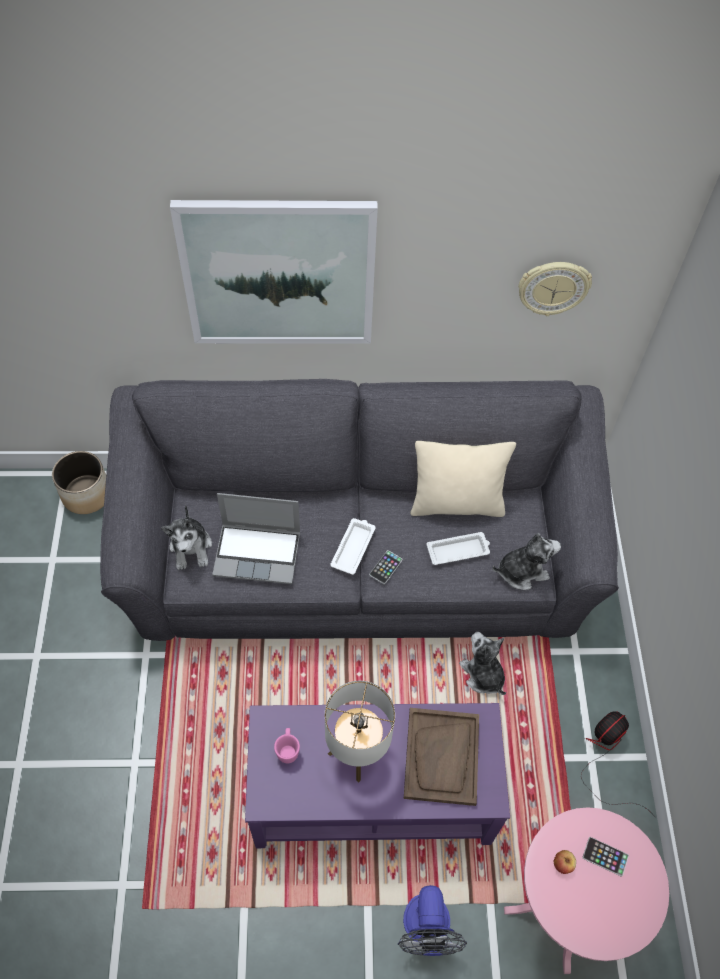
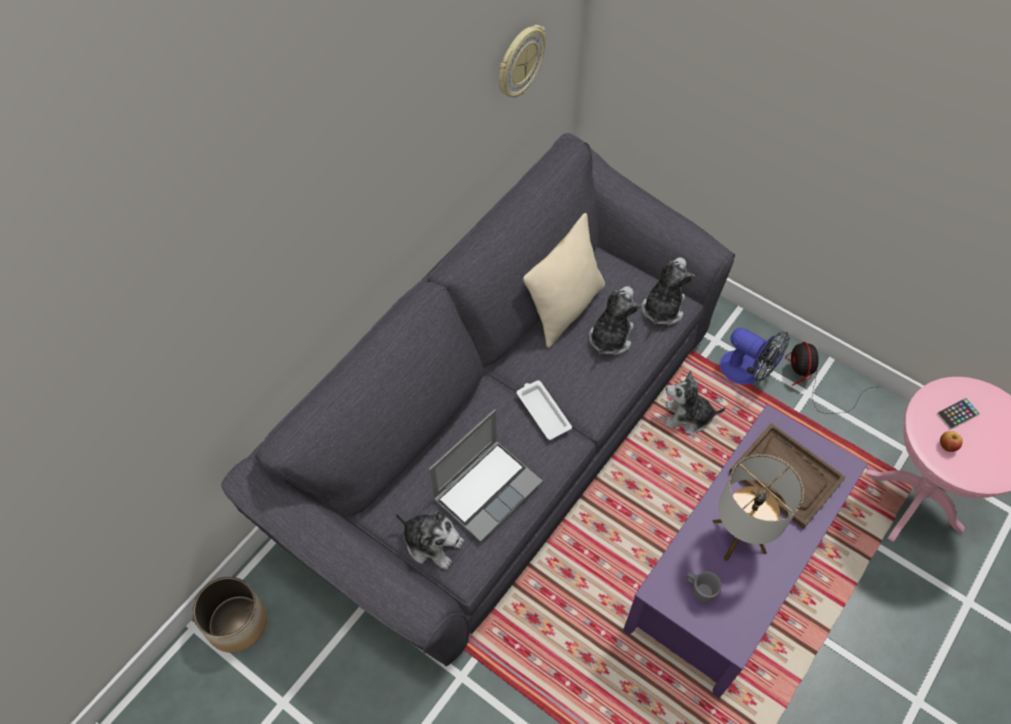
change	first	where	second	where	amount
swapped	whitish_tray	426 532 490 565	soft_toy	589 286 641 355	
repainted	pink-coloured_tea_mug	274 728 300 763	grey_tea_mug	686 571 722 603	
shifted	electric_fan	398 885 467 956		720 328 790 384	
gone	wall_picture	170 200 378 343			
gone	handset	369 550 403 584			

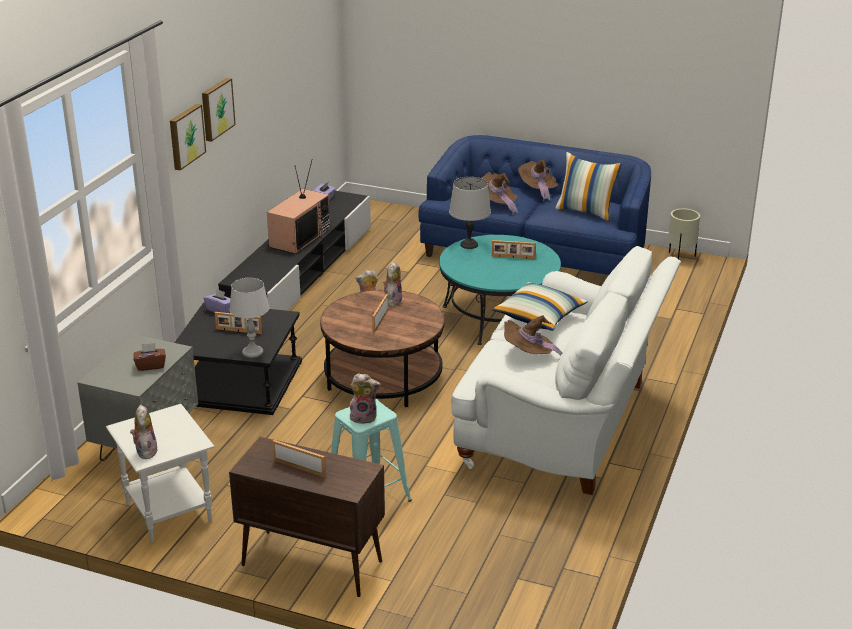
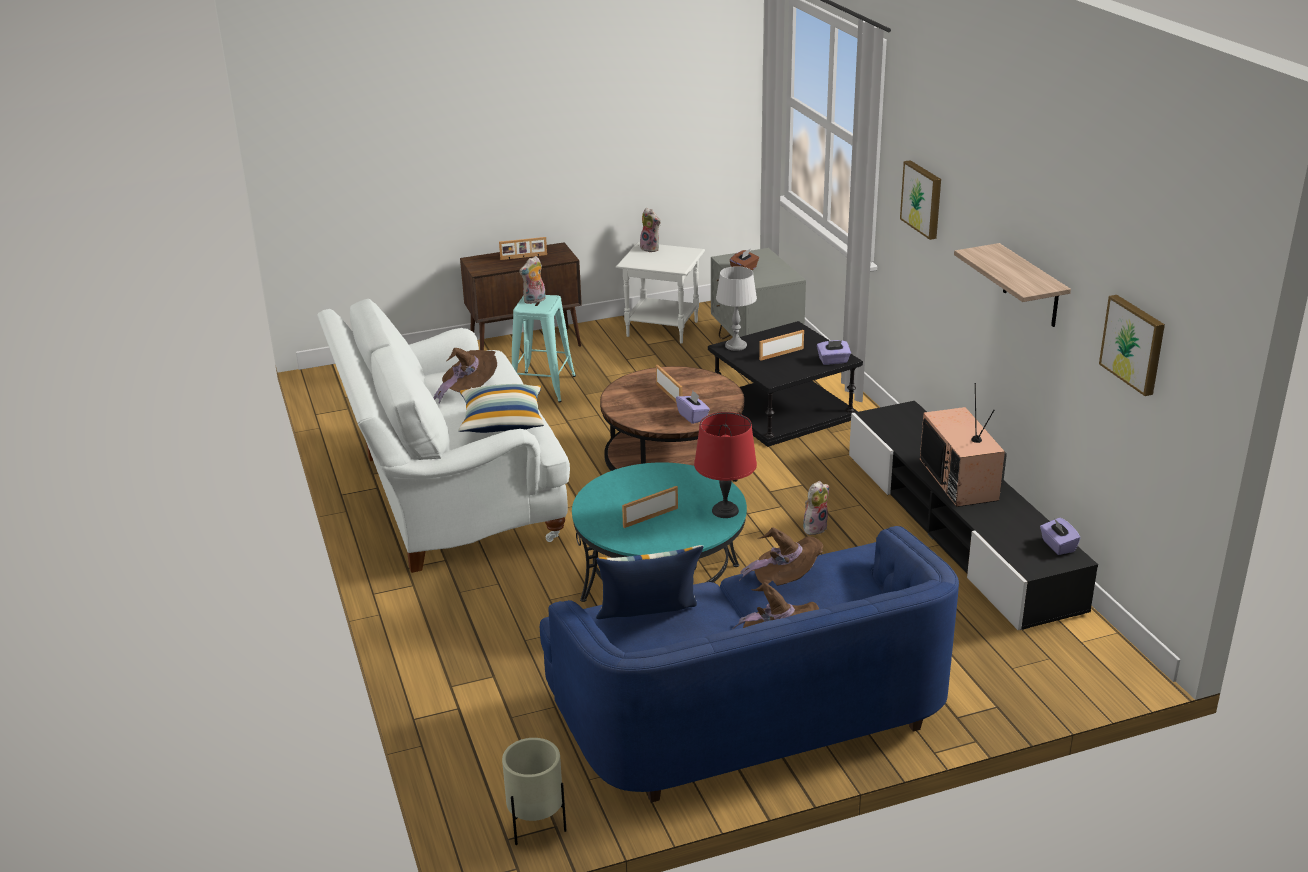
change	first	where	second	where	amount
swapped	soft_toy	383 261 403 306	purplish_tissue_holder	676 391 710 424	
repainted	grey_table_lamp	449 177 491 249	reddish_table_lamp	694 412 757 518	
new			shelf	954 243 1071 327	
shifted	wall_picture	202 78 236 142		1099 295 1165 396	

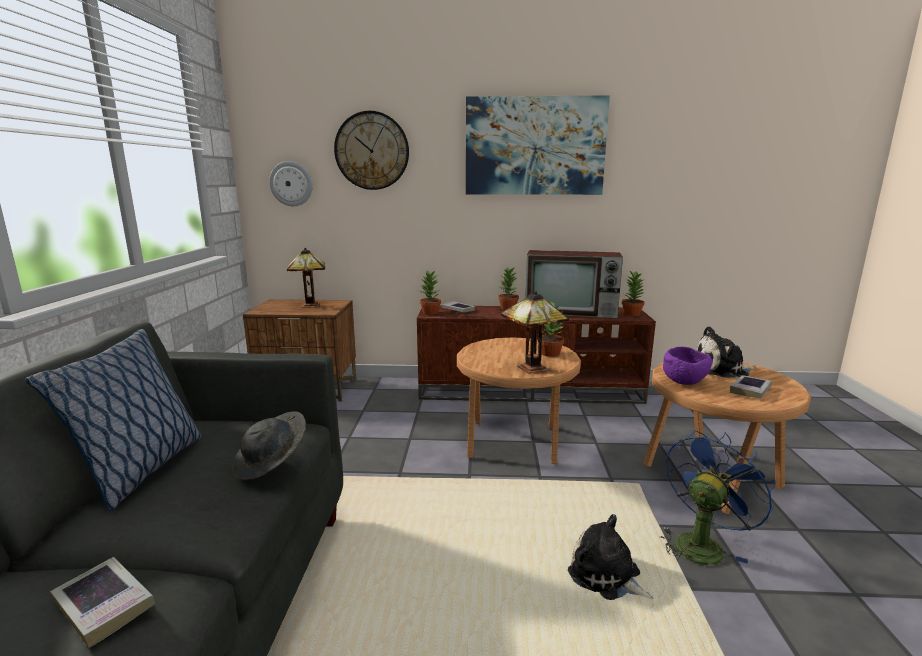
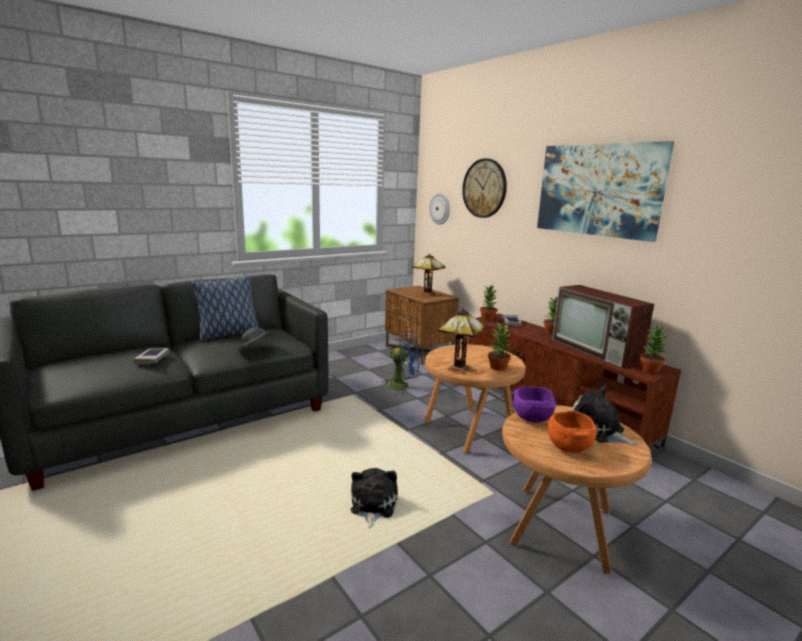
change	first	where	second	where	amount
shifted	bluish_electric_fan	661 430 776 565		382 330 420 394	
swapped	volume	730 375 772 398	orange_bowl	548 411 597 452	

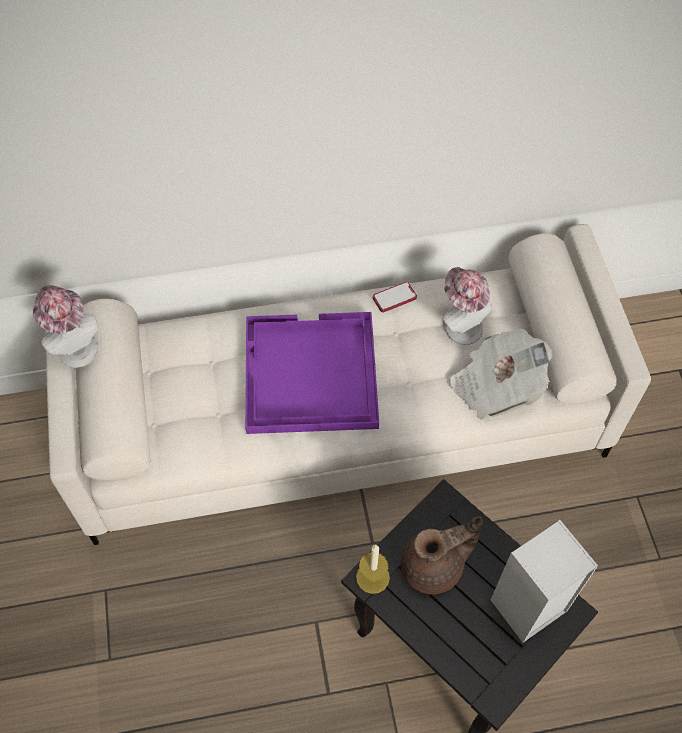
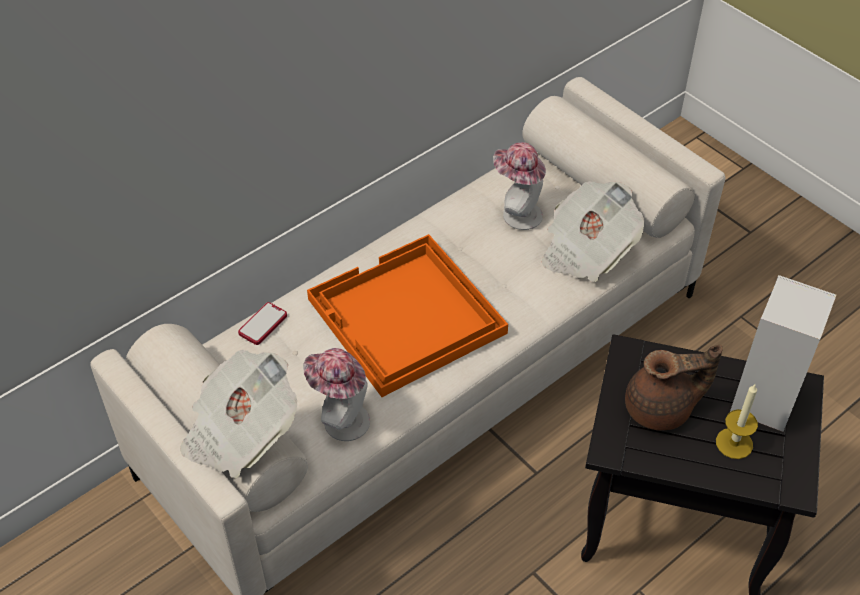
change	first	where	second	where	amount
new			printed_paper	180 349 297 478	
shifted	handset	373 281 417 313		238 302 287 345	
shifted	clothing_hat	33 285 98 368		303 348 370 441	
repainted	purplish_tray	245 312 379 434	orange_tray	307 234 508 397	
rotated	brown_teapot	401 516 483 595		625 345 723 430	45 degrees clockwise
shifted	wax_candle	356 545 390 594		716 384 758 459	

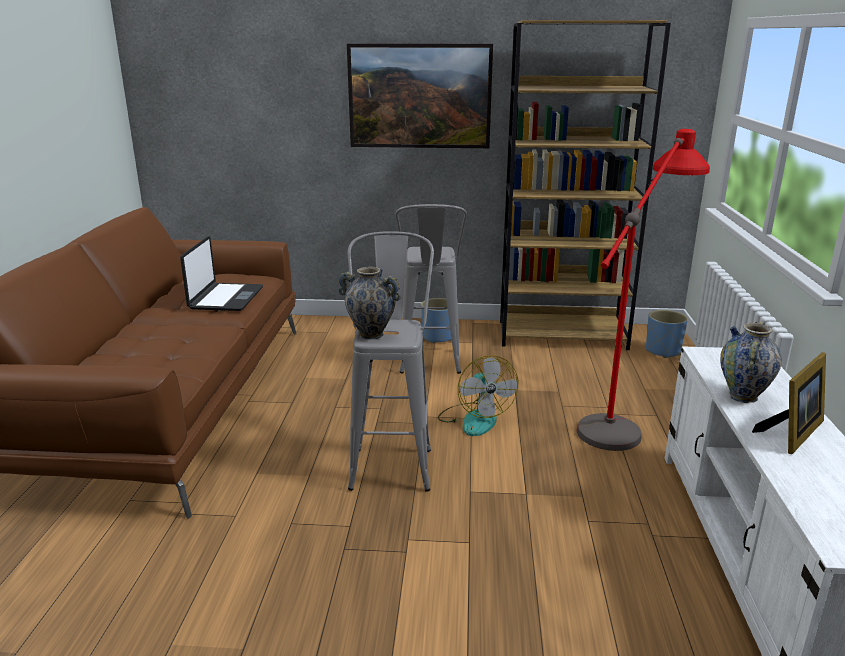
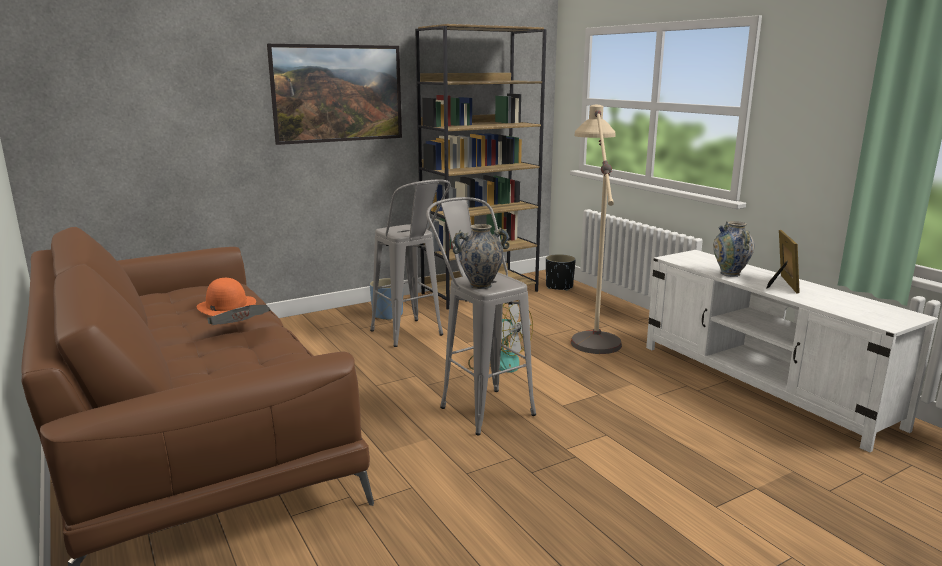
change	first	where	second	where	amount
swapped	laptop	180 236 263 311	orange_clothing_hat	196 278 256 316	
new			printed_paper	207 305 270 325	
repainted	bluish_flower_pot	646 310 688 358	black_flower_pot	546 254 576 291	
repainted	reddish_standing_lamp	577 129 710 451	beige-coloured_standing_lamp	571 105 622 354	

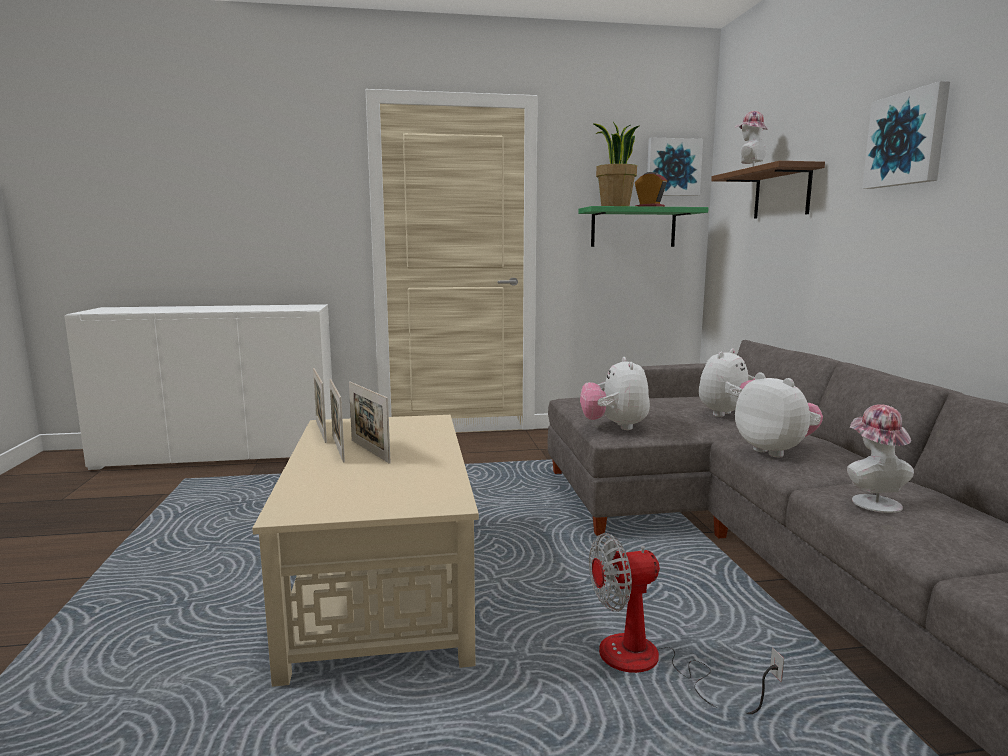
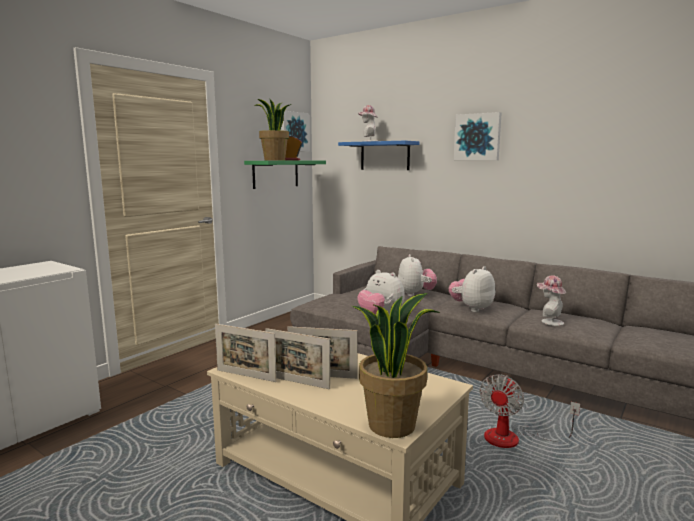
change	first	where	second	where	amount
repainted	brown_shelf	711 161 825 219	bluish_shelf	338 141 420 170	
new			potted_plant	352 293 440 438	
rotated	soft_toy	735 372 823 457		449 266 495 312	60 degrees counterclockwise

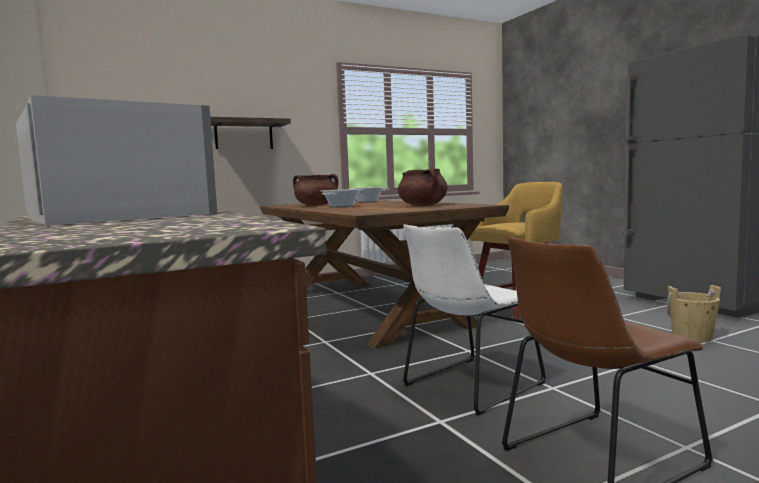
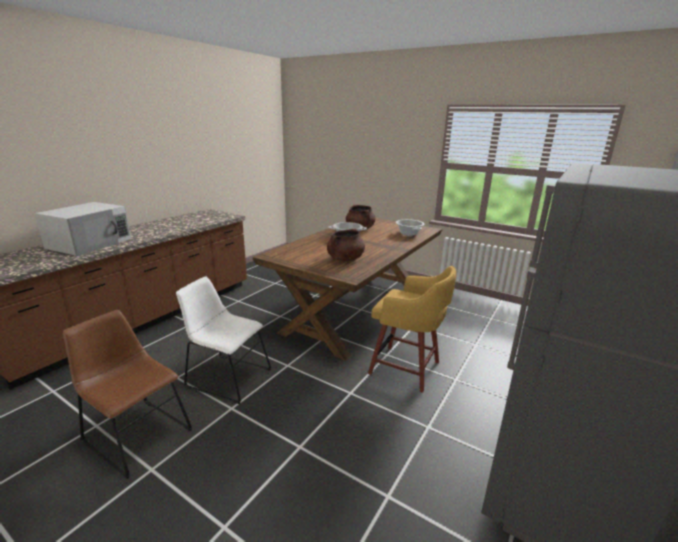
change	first	where	second	where	amount
gone	shelf	210 117 291 149			
gone	beige-coloured_water_bucket	667 285 721 343			

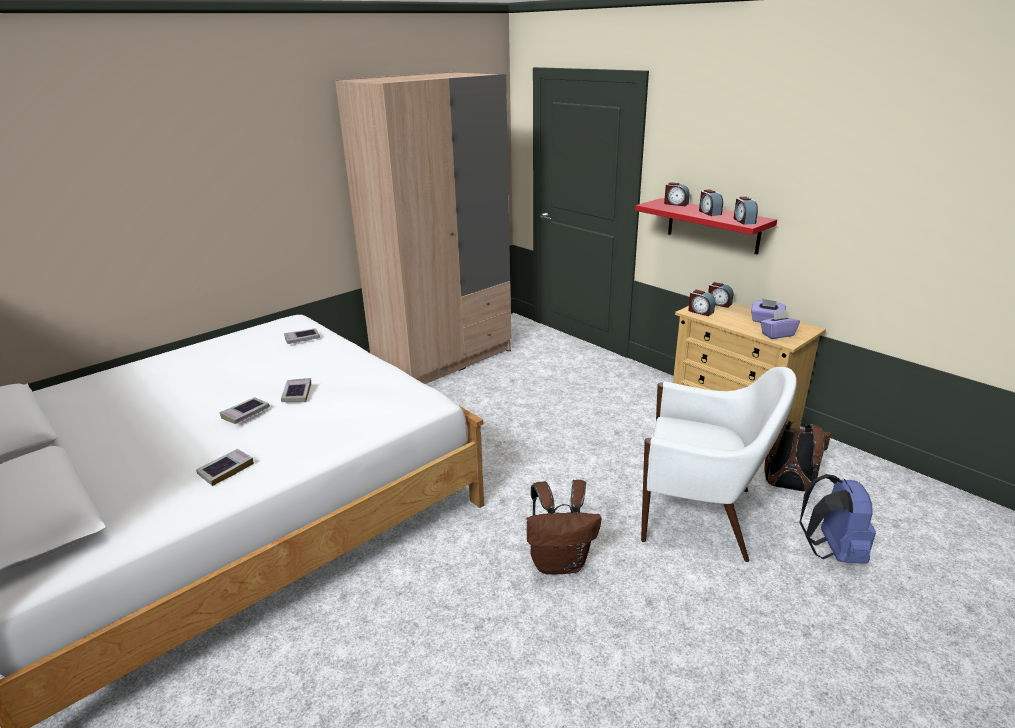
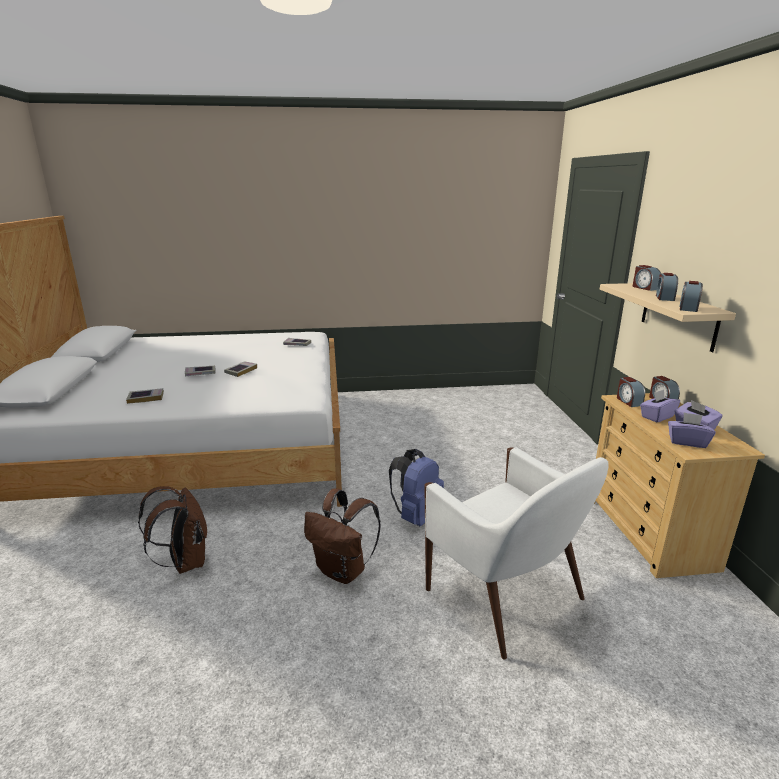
change	first	where	second	where	amount
shifted	brown_knapsack	764 420 831 492		138 486 207 574	
shifted	bluish_knapsack	800 474 876 564		389 449 444 526	
repainted	reddish_shelf	635 198 777 254	beige-coloured_shelf	600 283 736 352	
new			purplish_tissue_holder	640 390 680 423	
gone	beige-coloured_armoire	335 72 511 384			

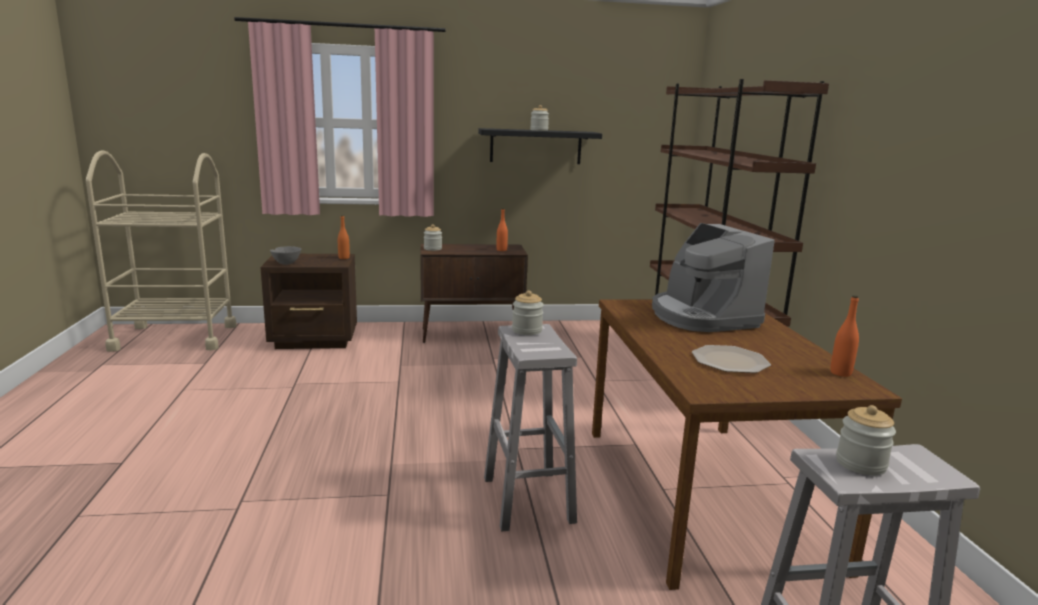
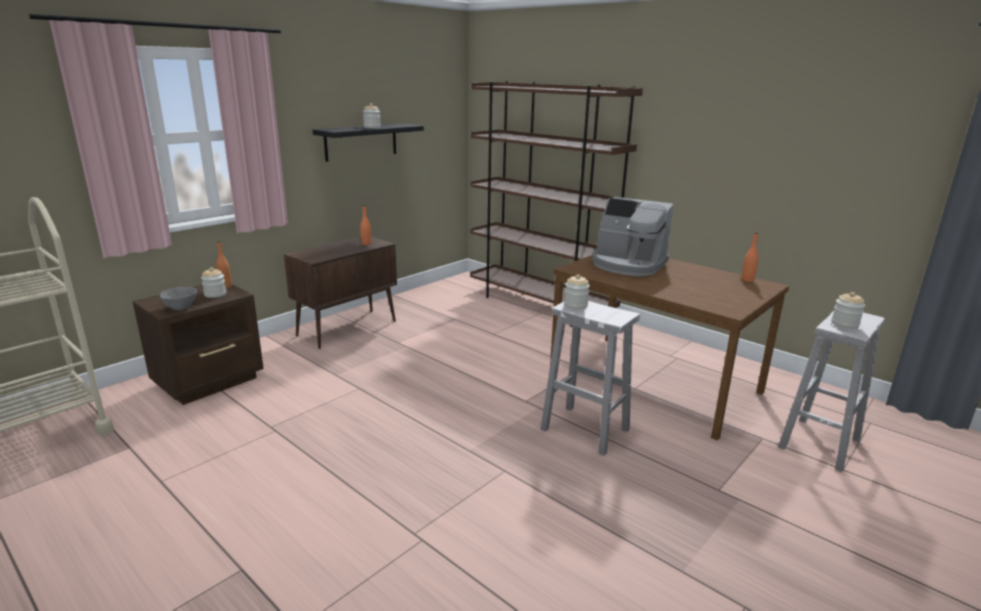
change	first	where	second	where	amount
shifted	preserve_jar	424 224 442 251		201 267 226 298	
gone	plate	692 345 771 373			

